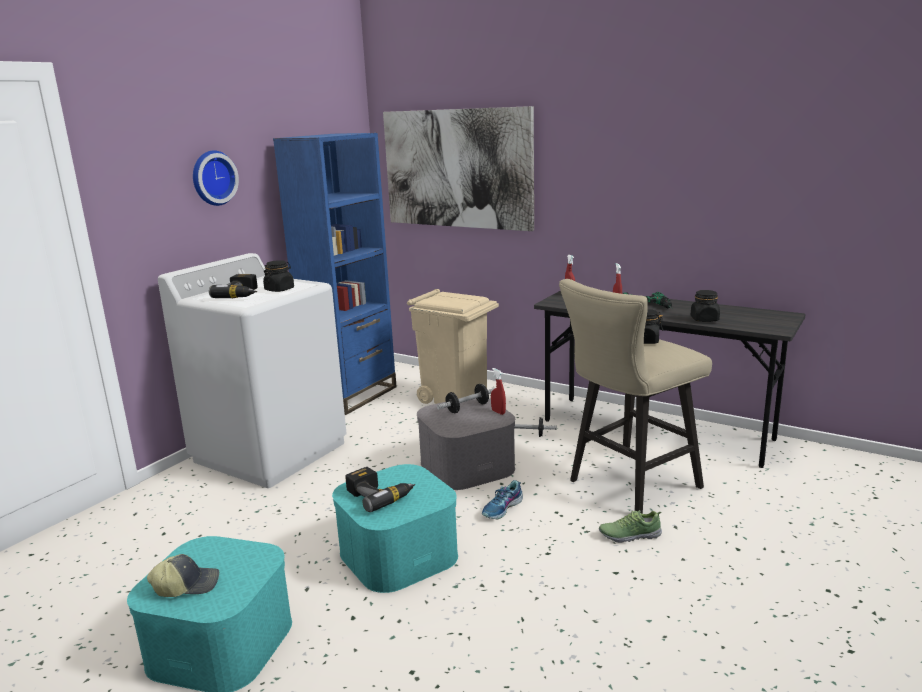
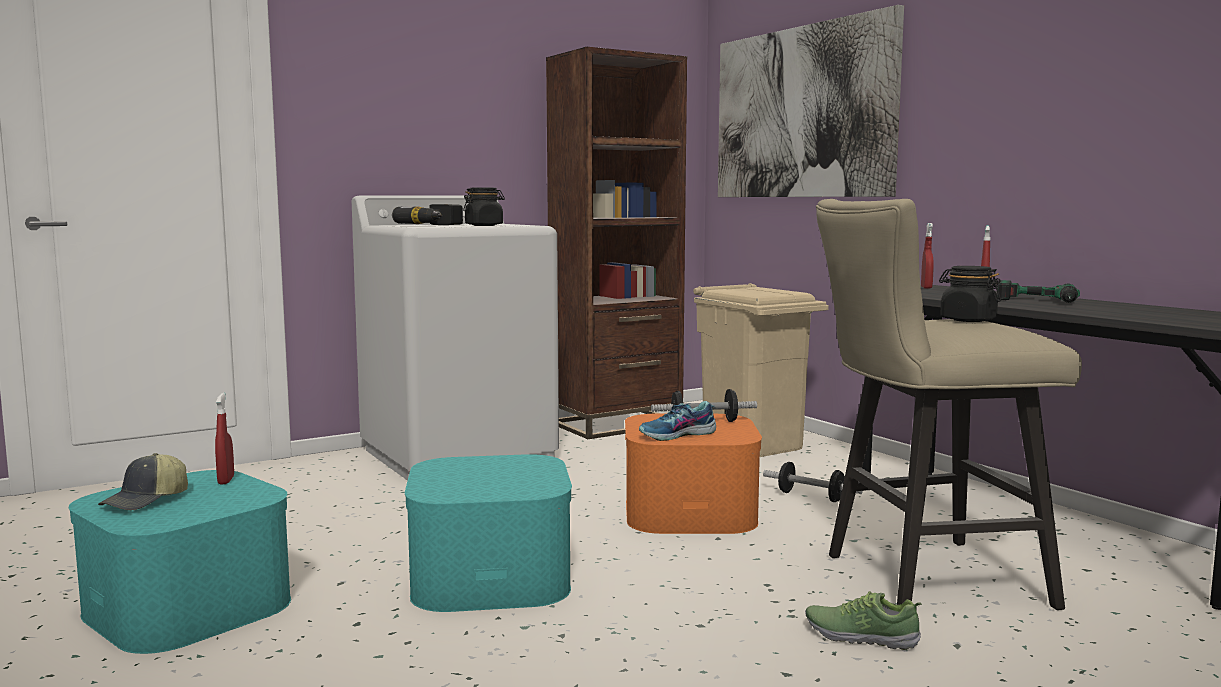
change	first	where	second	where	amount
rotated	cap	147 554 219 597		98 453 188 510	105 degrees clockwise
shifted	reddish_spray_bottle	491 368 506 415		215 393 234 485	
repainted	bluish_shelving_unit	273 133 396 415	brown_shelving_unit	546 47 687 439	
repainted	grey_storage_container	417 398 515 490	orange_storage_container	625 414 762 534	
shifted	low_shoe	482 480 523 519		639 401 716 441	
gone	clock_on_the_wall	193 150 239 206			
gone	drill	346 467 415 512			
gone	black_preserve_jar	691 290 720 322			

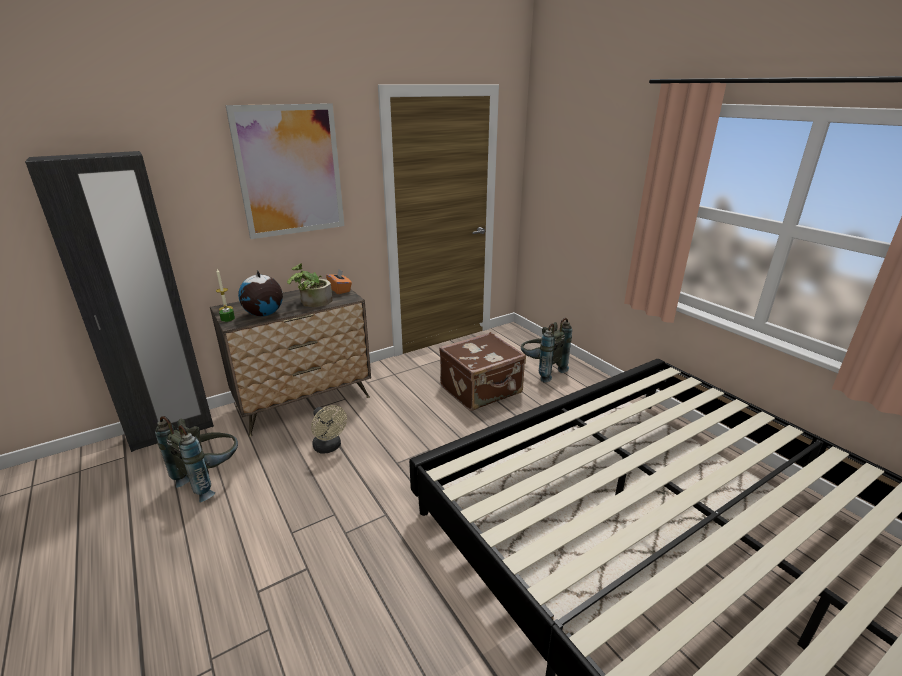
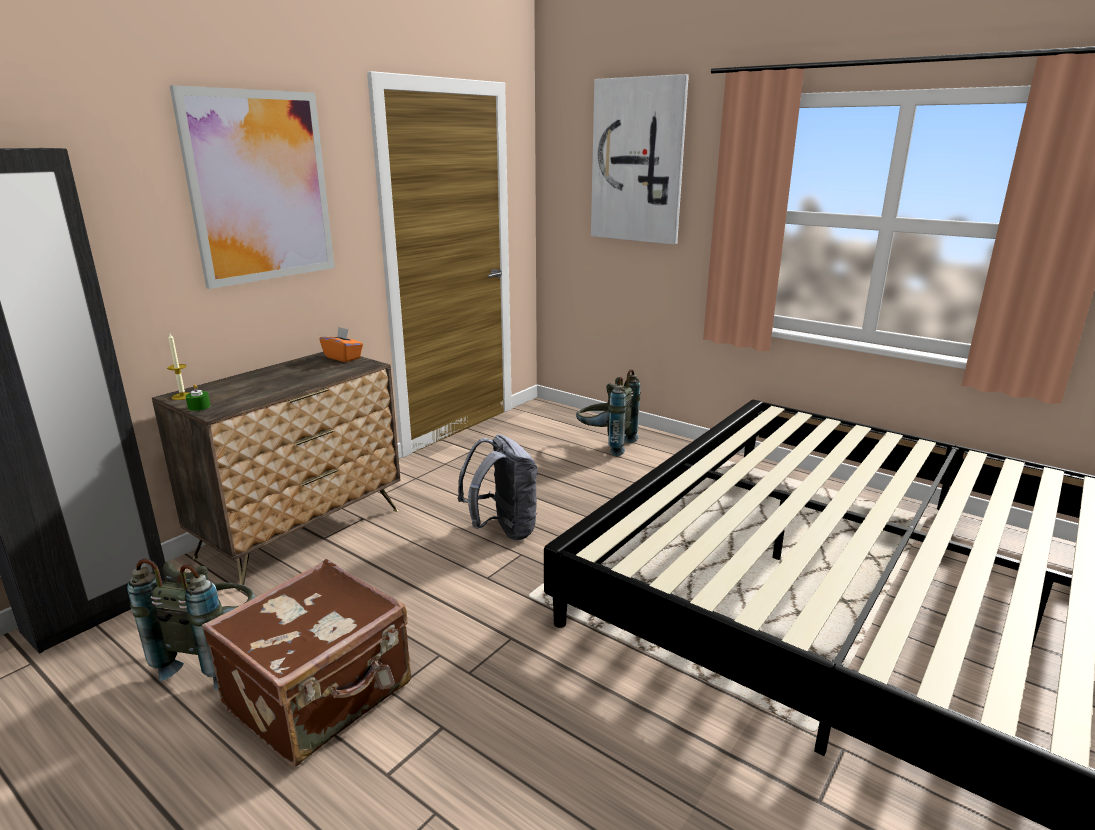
change	first	where	second	where	amount
shifted	brown_piece_of_luggage	439 332 526 411		202 559 411 766	
new			grey_knapsack	457 434 538 541	
new			wall_picture	591 74 689 245	
gone	globe	238 271 283 316			
gone	potted_plant	287 263 333 307			
gone	beige-coloured_electric_fan	311 405 347 454			

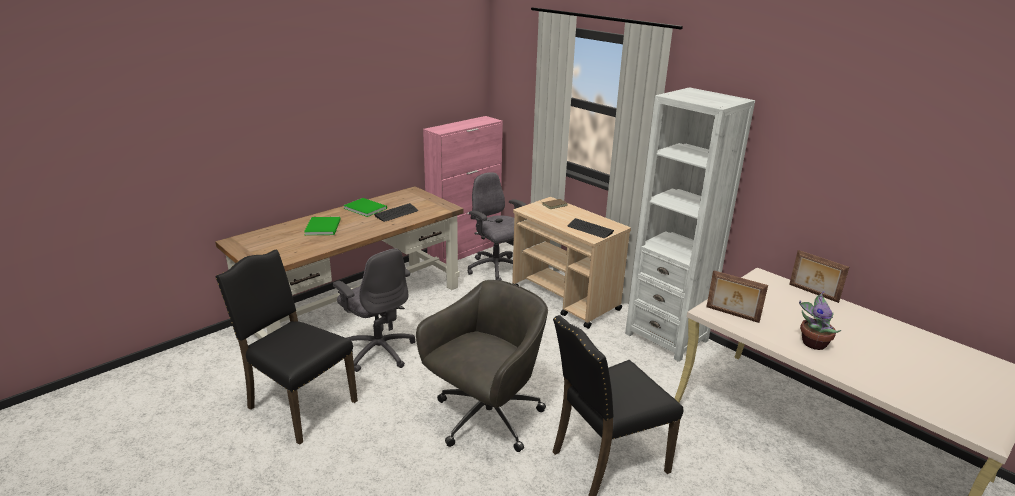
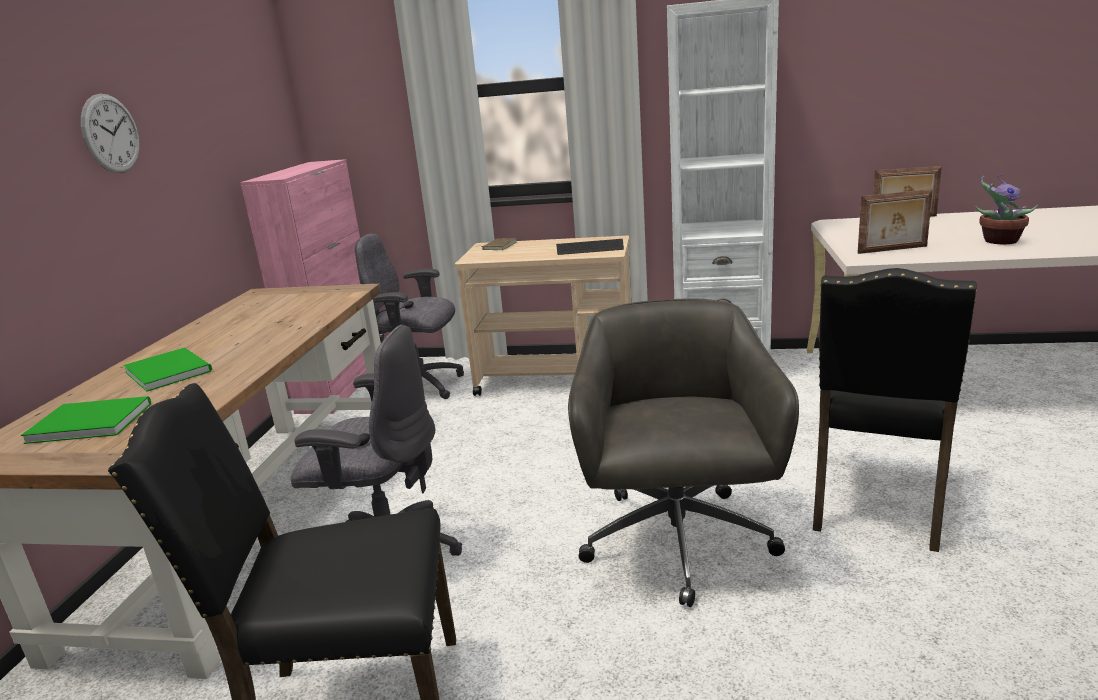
change	first	where	second	where	amount
shifted	green_volume	343 198 387 217		21 396 151 444	
new			clock_on_the_wall	81 94 140 173	
gone	keyboard	374 203 418 222			

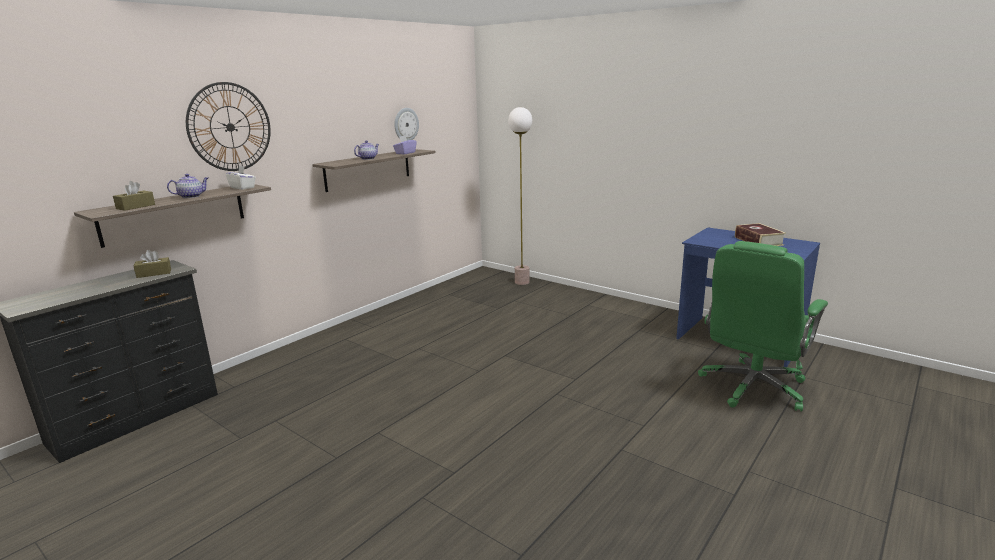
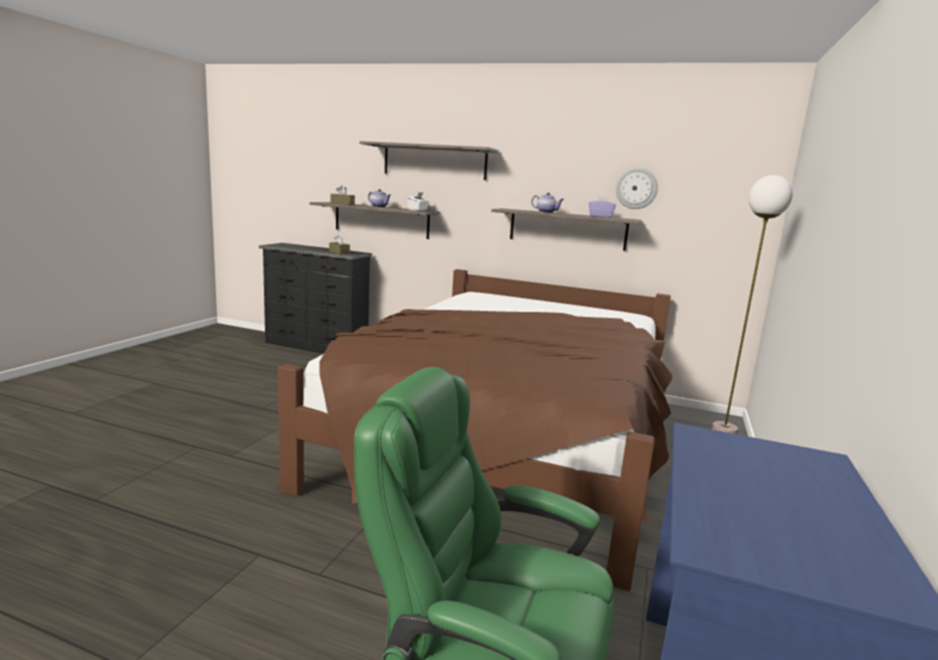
change	first	where	second	where	amount
new			brown_bedroom_bed	278 269 672 591	
swapped	clock_on_the_wall	186 82 271 171	shelf	359 141 499 180	
gone	volume	735 223 786 246			

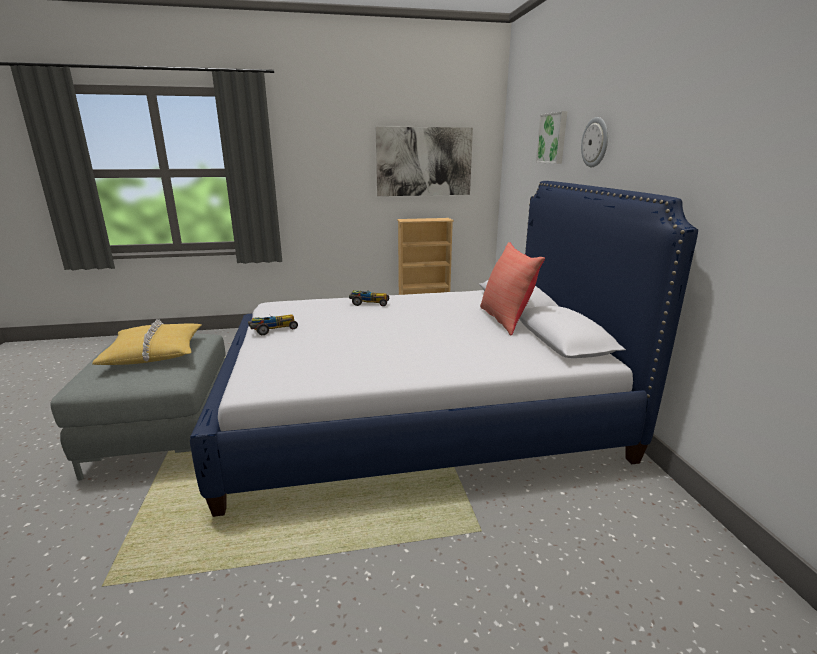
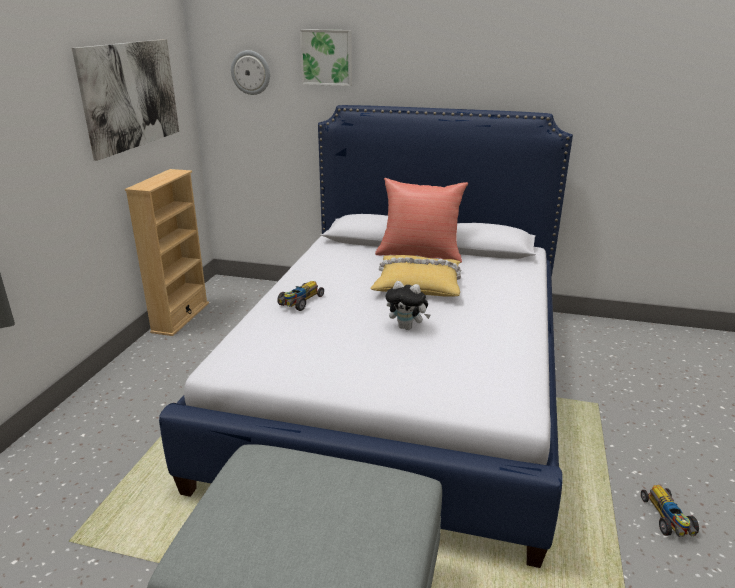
change	first	where	second	where	amount
shifted	clock_on_the_wall	581 117 608 167		231 50 270 95	
shifted	yellow_throw_pillow	92 319 202 365		371 255 461 297	
new			soft_toy	385 281 430 330	
shifted	miniature_car	248 315 298 335		641 485 699 537	

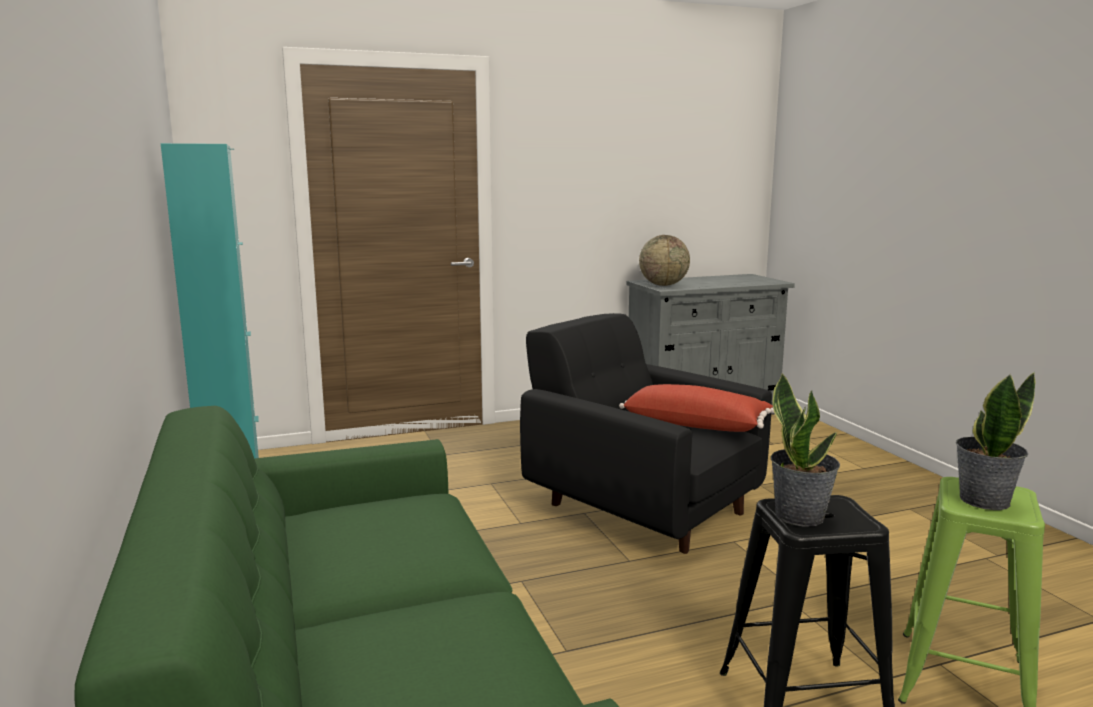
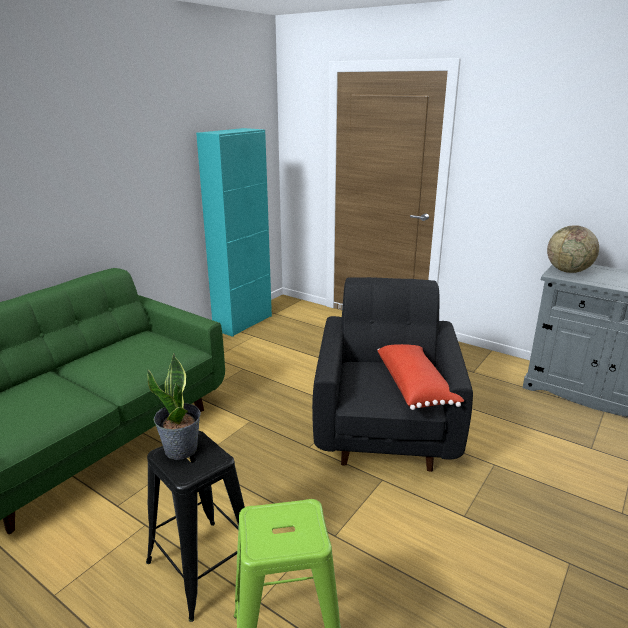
change	first	where	second	where	amount
gone	potted_plant	956 372 1035 510			

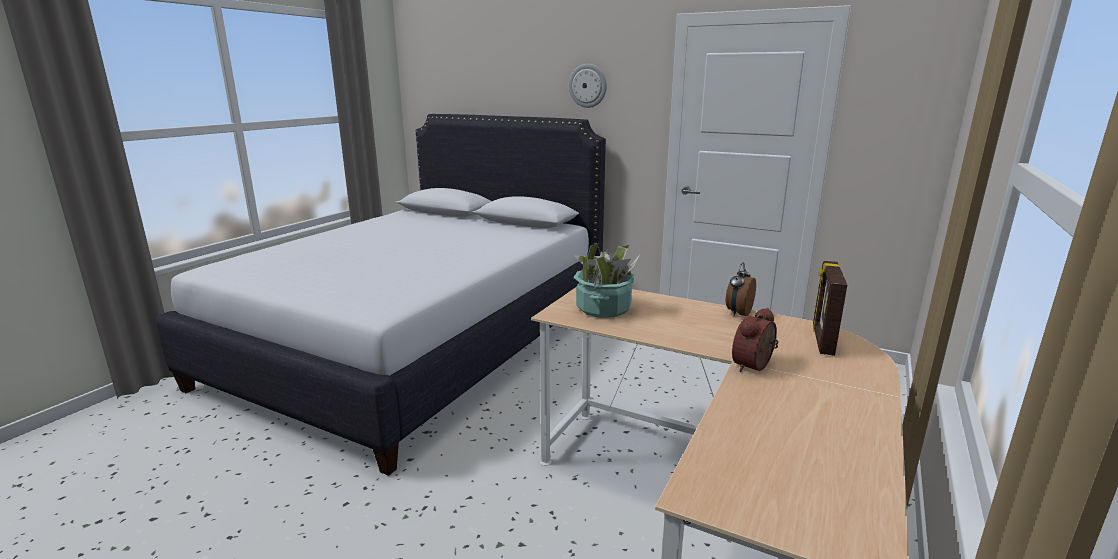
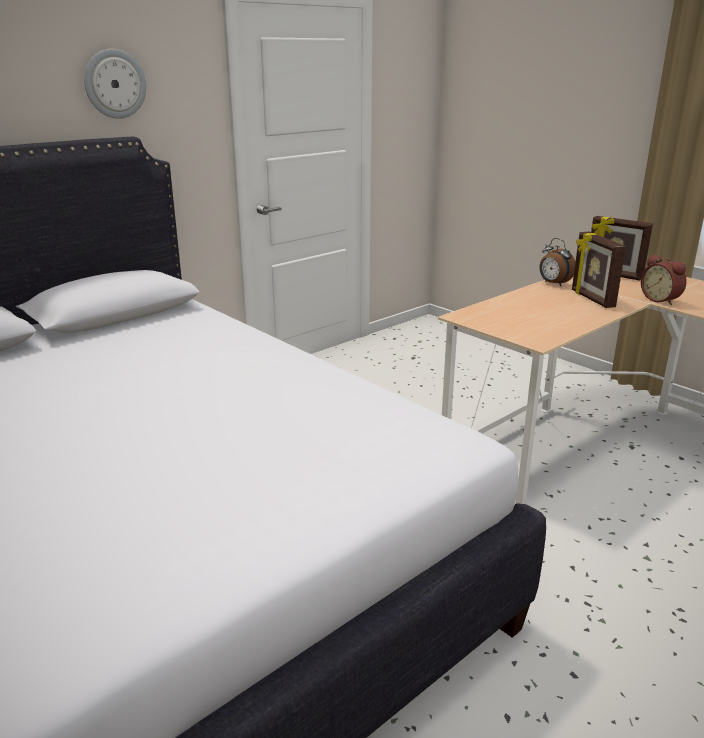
change	first	where	second	where	amount
new			photo_frame	572 232 626 308	
gone	potted_plant	573 242 640 318			

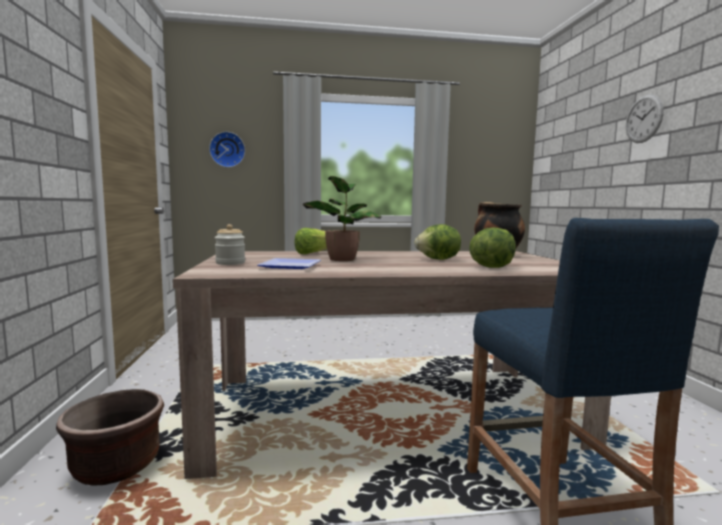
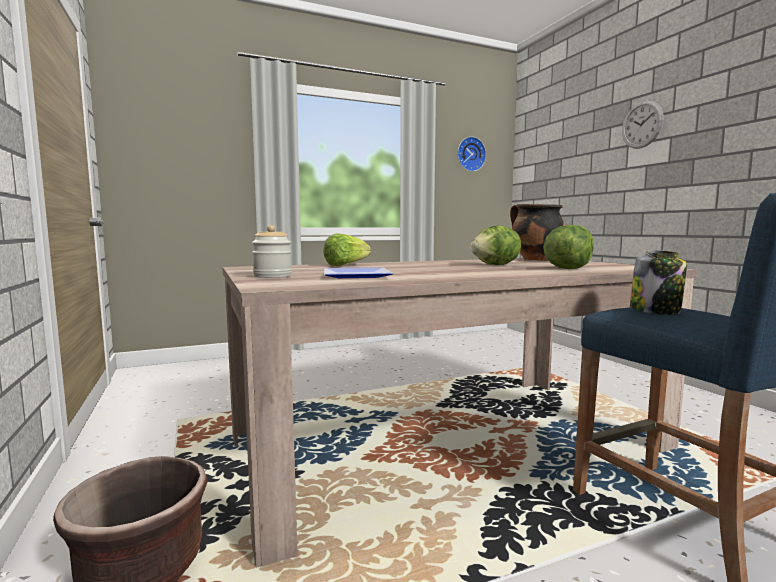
change	first	where	second	where	amount
shifted	clock_on_the_wall	209 132 245 167		457 137 486 172	
new			preserve_jar	630 250 687 315	
gone	potted_plant	303 176 382 261			

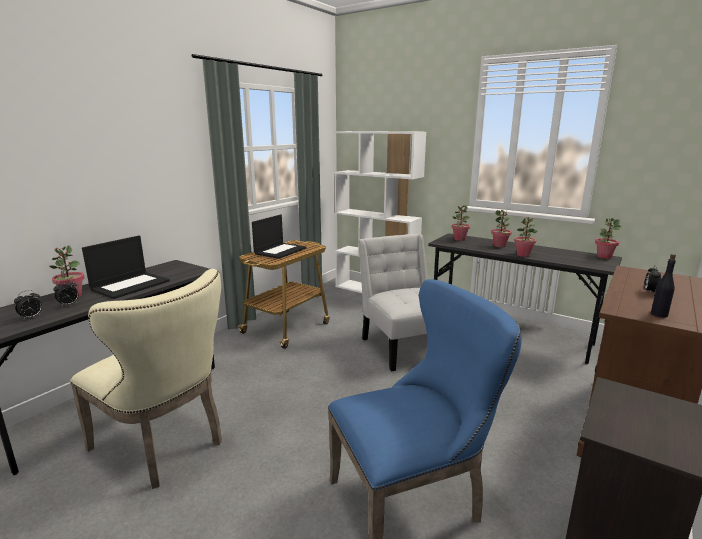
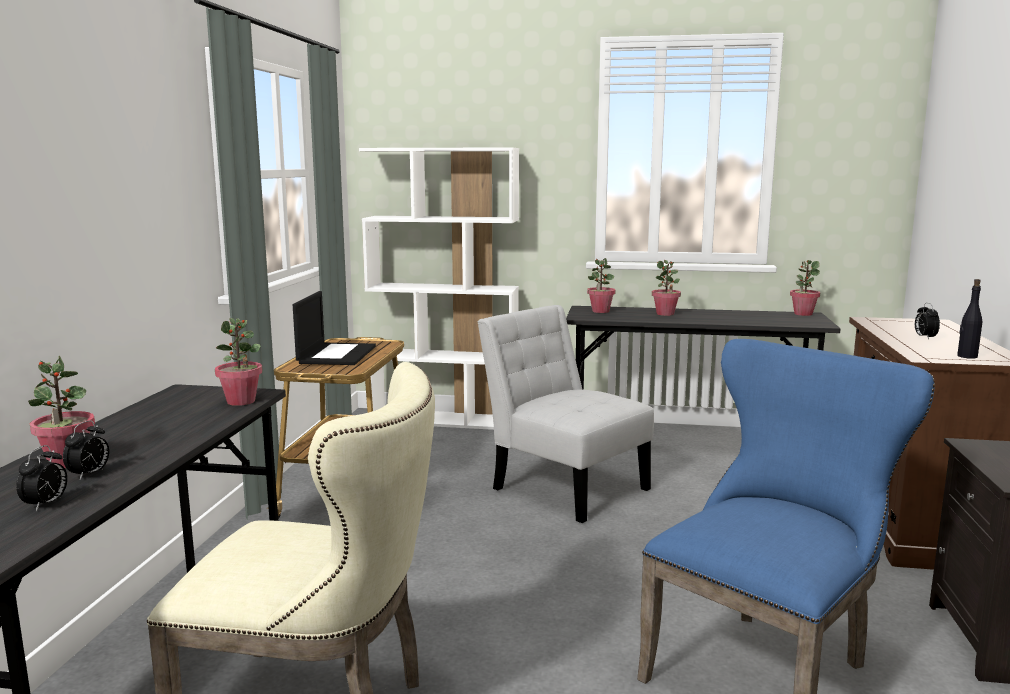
change	first	where	second	where	amount
shifted	potted_plant	514 217 538 257		215 318 263 406	
gone	laptop	82 236 170 299			

